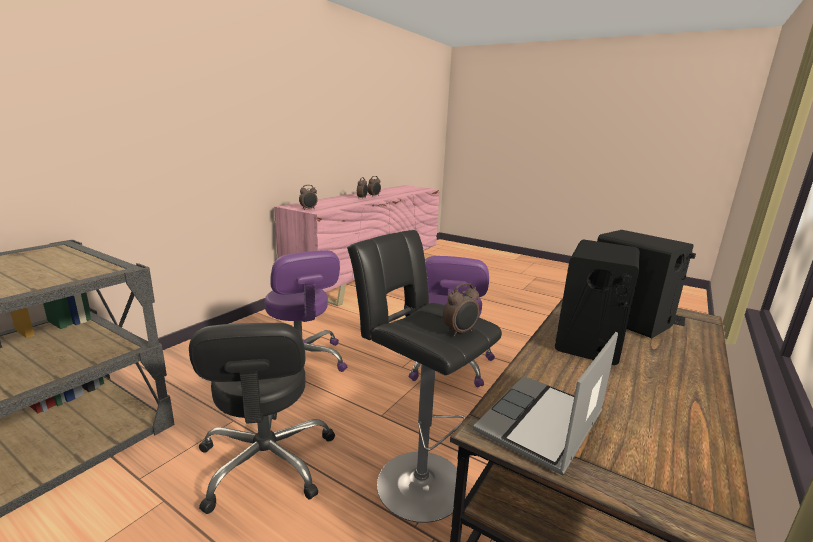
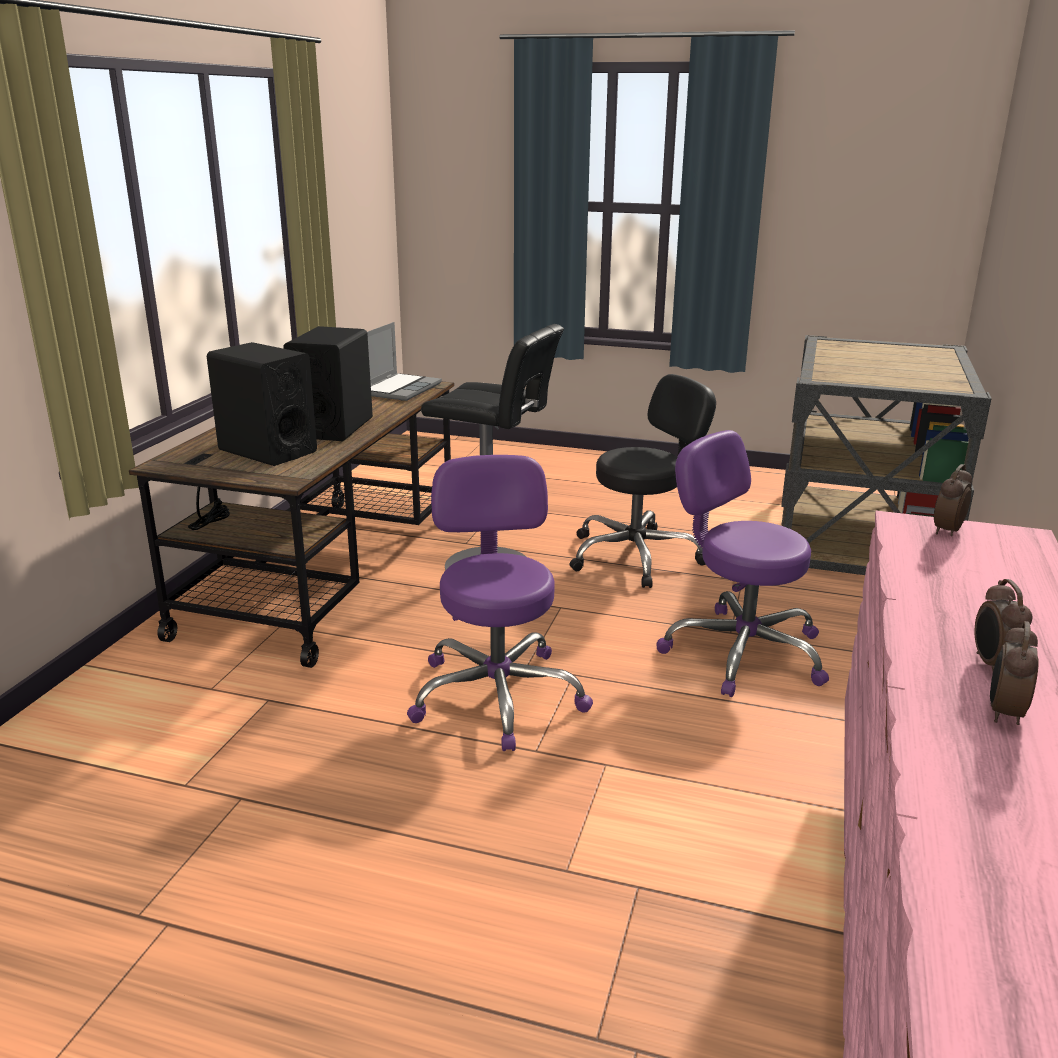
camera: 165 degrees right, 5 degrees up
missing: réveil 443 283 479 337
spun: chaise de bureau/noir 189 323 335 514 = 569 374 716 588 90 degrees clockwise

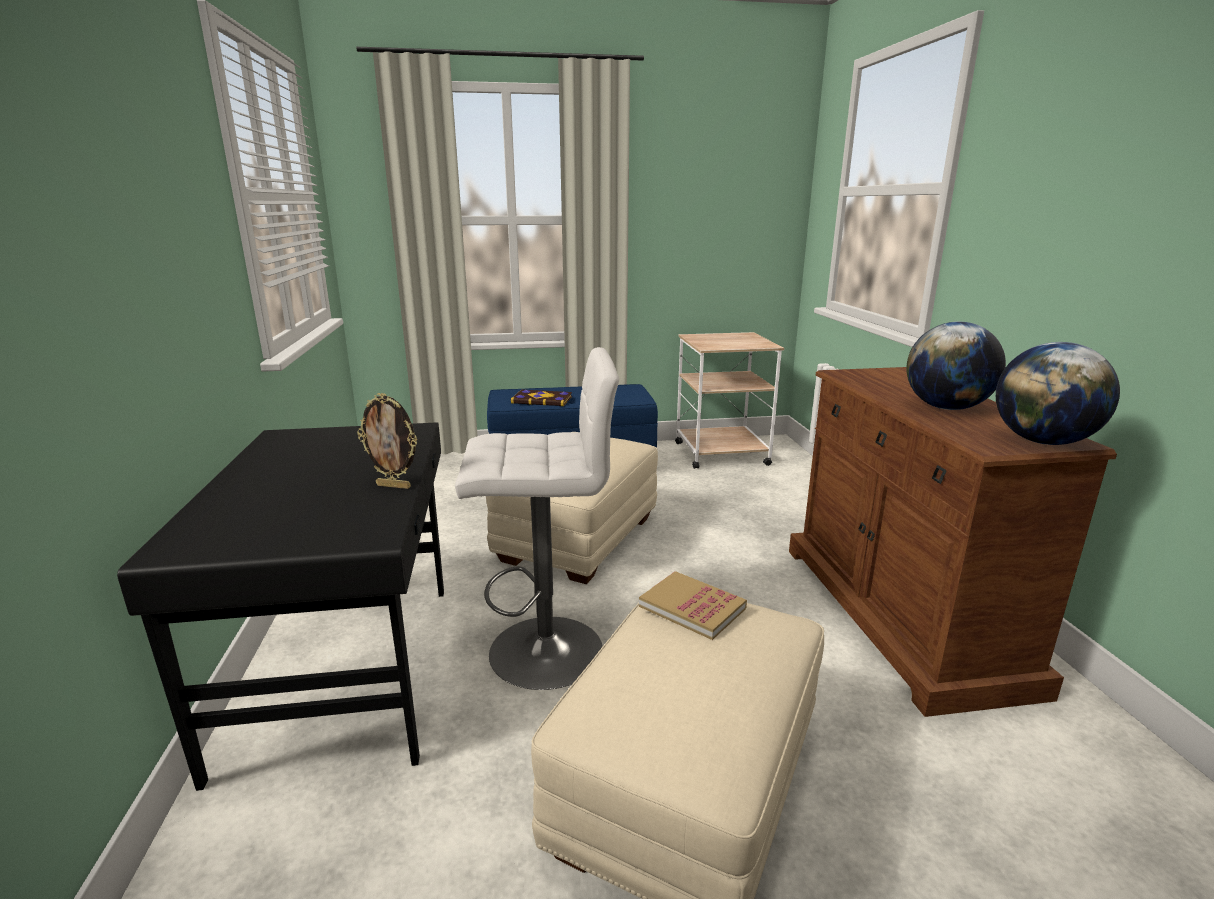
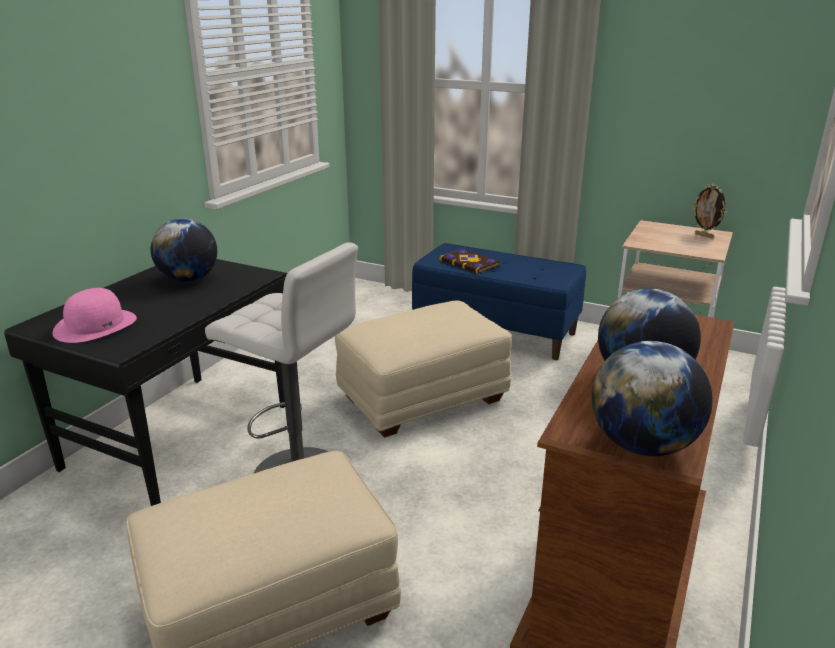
camera: 35 degrees right, 5 degrees up
missing: livre 639 571 747 640
appeared: chapeau/rose 53 288 137 343; globe 151 218 217 282
relocated: cadre photo 357 393 418 489 to 692 184 726 239

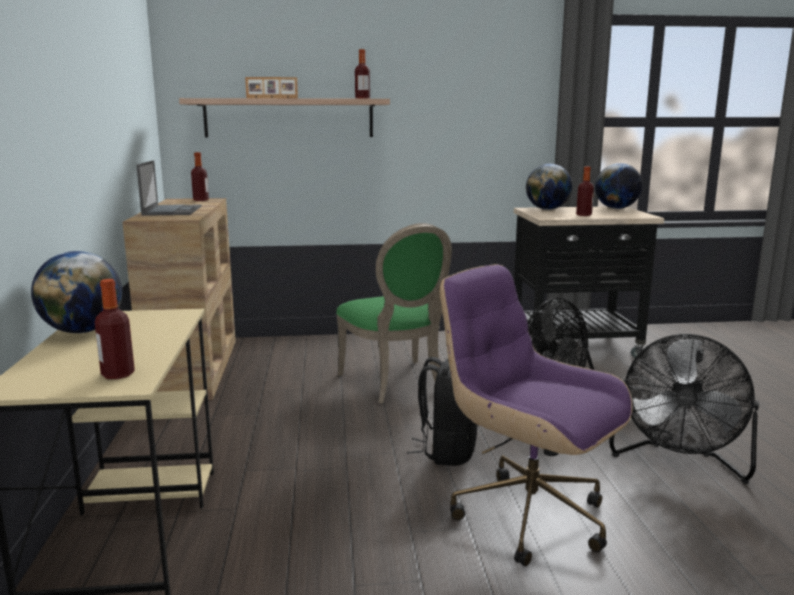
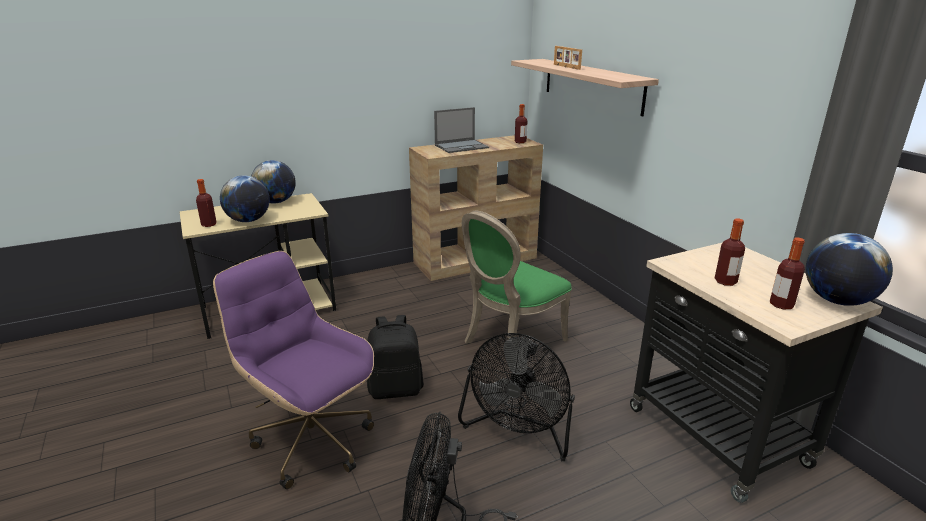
camera: 70 degrees right, 10 degrees up
relocated: bouteille 355 49 370 99 to 770 238 805 309; globe 526 164 572 210 to 220 175 270 222
spun: chaise de bureau/violet 440 264 632 566 = 213 251 374 489 75 degrees counterclockwise

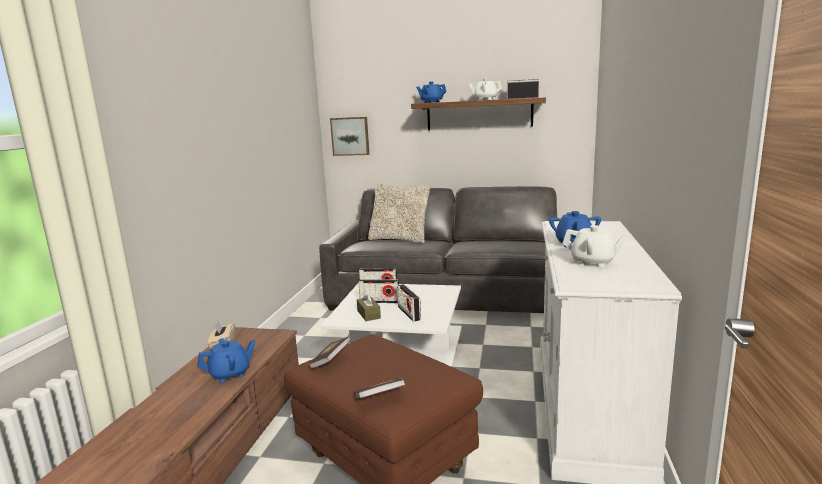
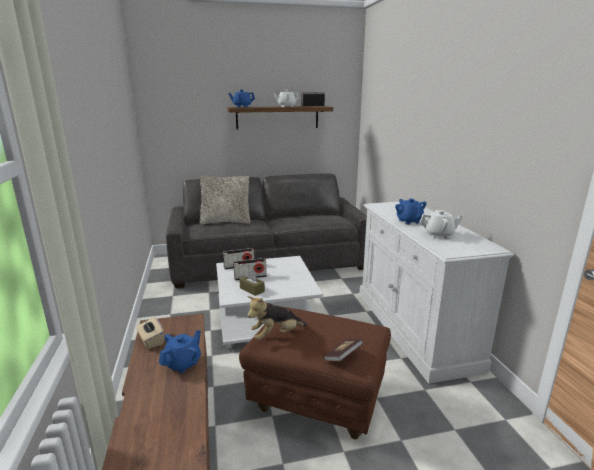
camera: 25 degrees left, 5 degrees up
missing: tableau 330 117 369 156; radio 397 284 421 321
exchanged: livre 309 337 350 369 to peluche 247 296 307 340

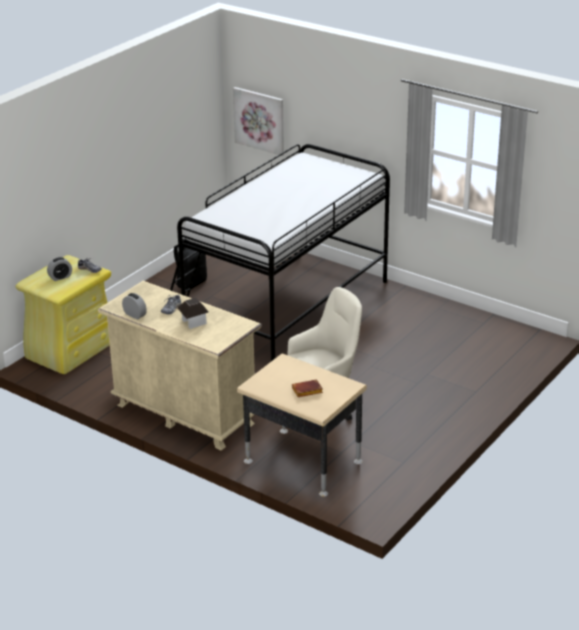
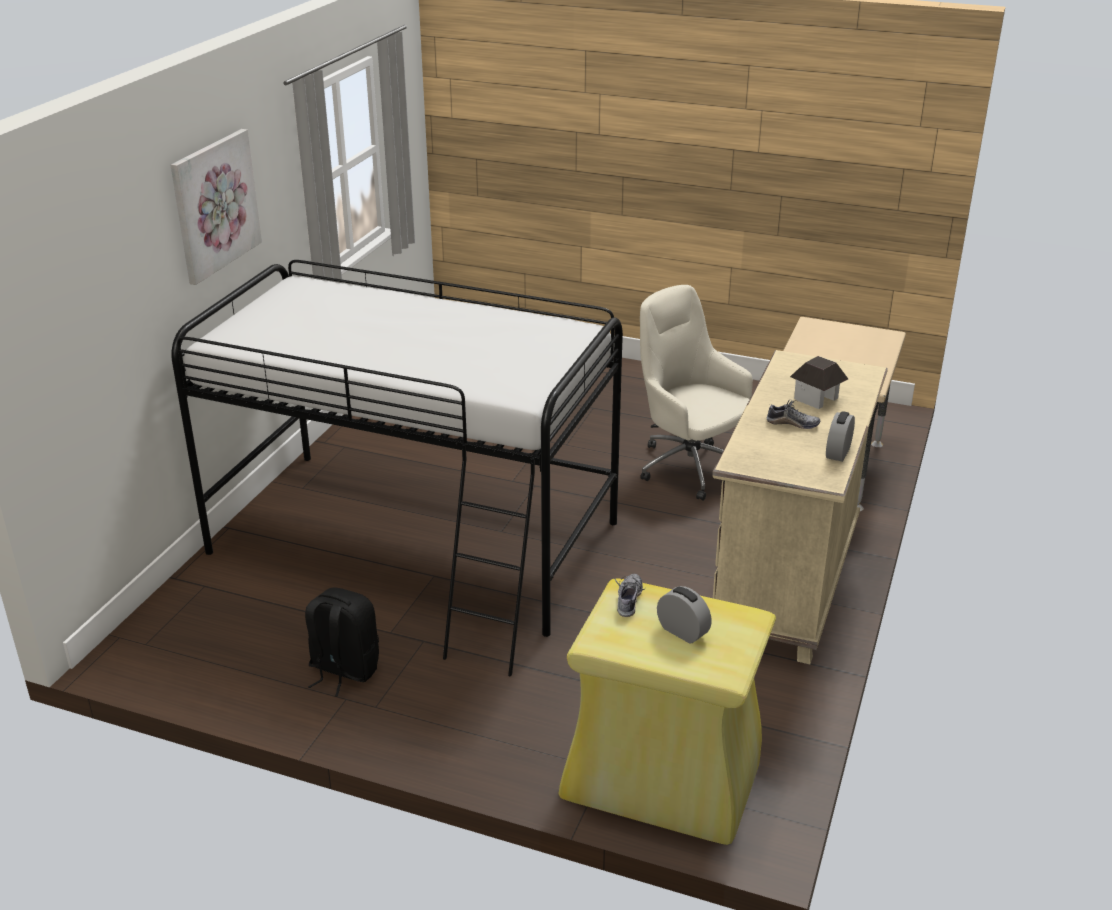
camera: 105 degrees left, 0 degrees up
missing: livre/marron 292 379 323 397
relocated: tableau 233 87 284 156 to 171 129 262 285

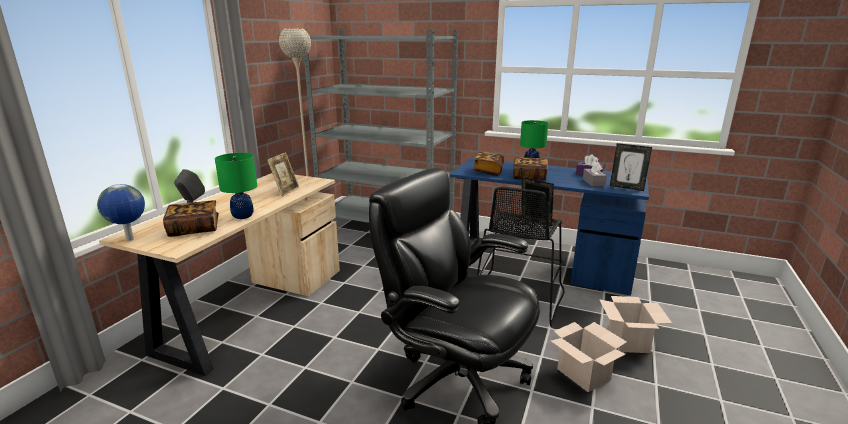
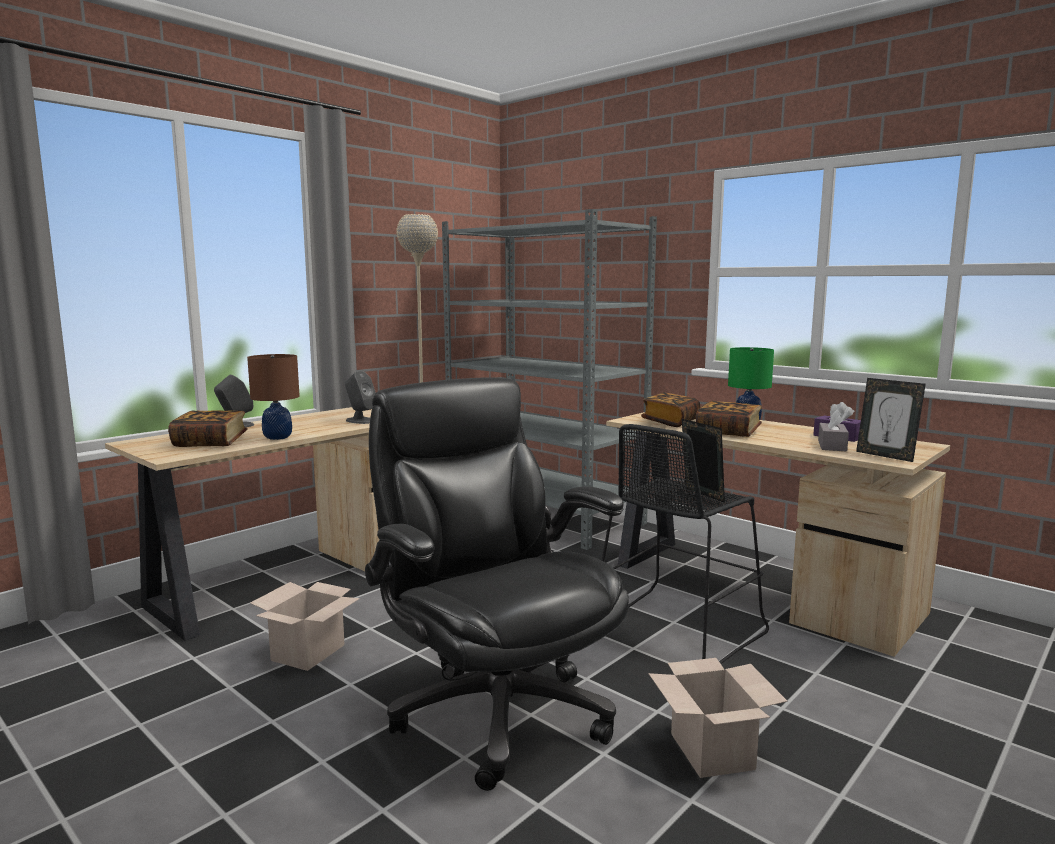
camera: 20 degrees right, 10 degrees down
missing: globe 97 184 145 241
relocated: carton 599 296 672 353 to 250 582 360 671
exchanged: cadre photo 267 152 299 197 to enceinte/gris 345 371 376 424
colour: lampe de table/vert 215 153 257 219 to lampe de table/marron 247 354 300 440; bureau/bleu 450 158 649 295 to bureau/beige 606 412 950 657

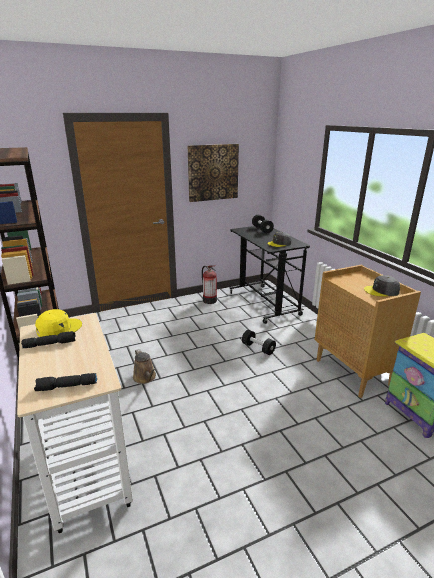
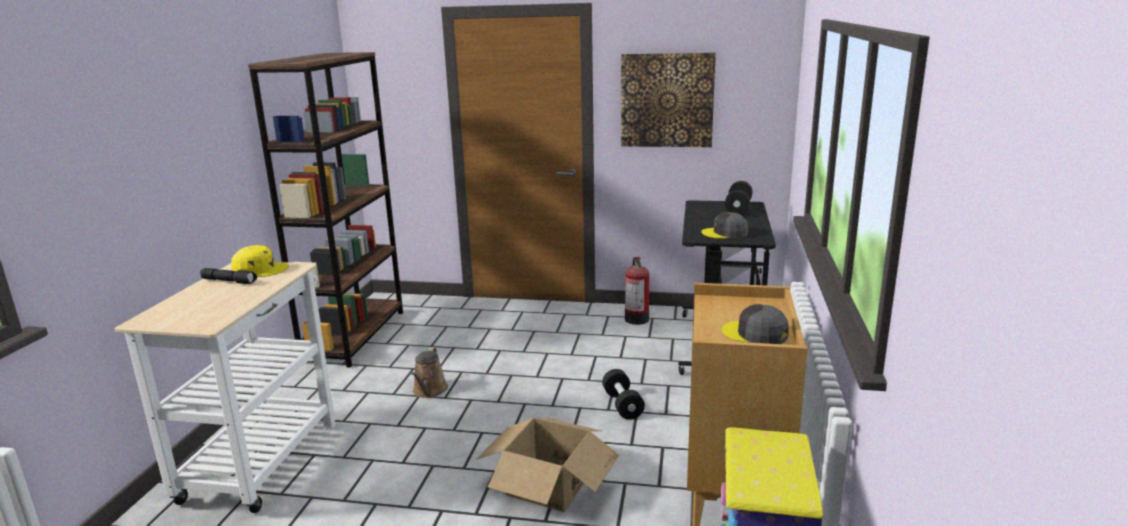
camera: 35 degrees right, 5 degrees down
missing: lampe de poche/noir 34 373 97 391
appeared: carton 476 418 620 512

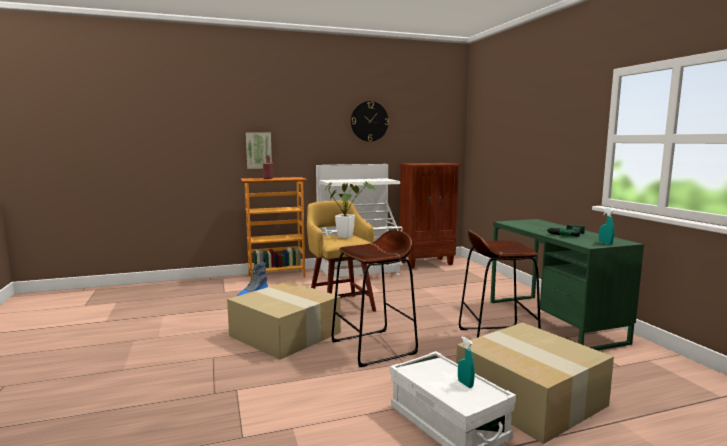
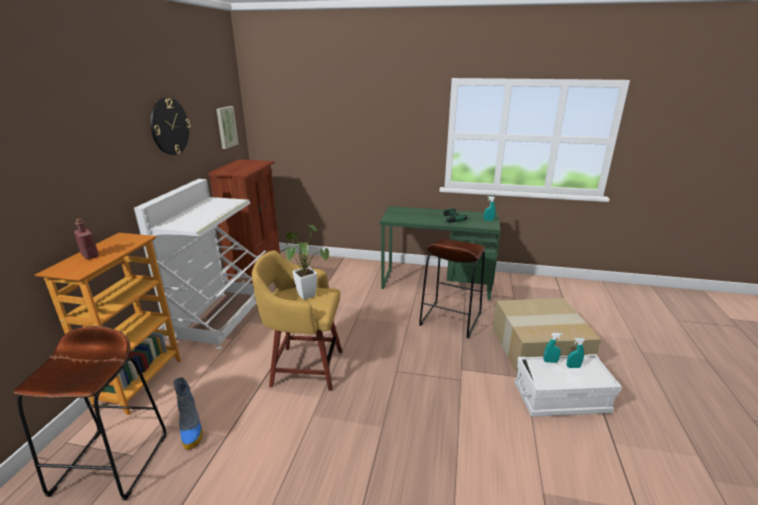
camera: 60 degrees left, 15 degrees up
missing: carton 227 281 341 360
appeared: vaporisateur/turquoise 544 333 563 363
relocated: tableau 246 132 272 169 to 216 106 239 149; tabouret/marron 331 230 418 367 to 14 326 167 500

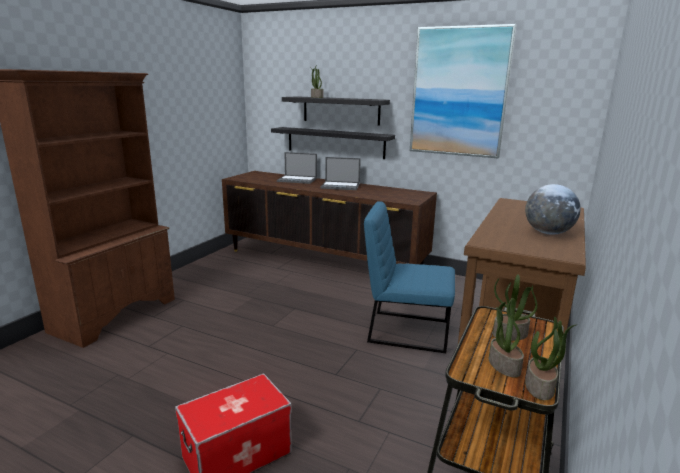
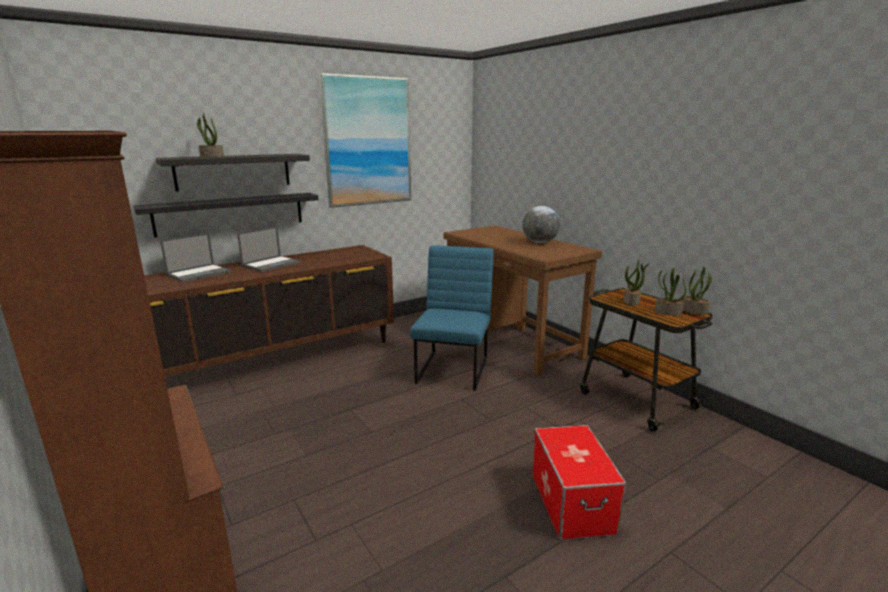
camera: 60 degrees left, 0 degrees up
spun: chaise/bleu 364 201 455 353 = 410 245 494 391 150 degrees clockwise

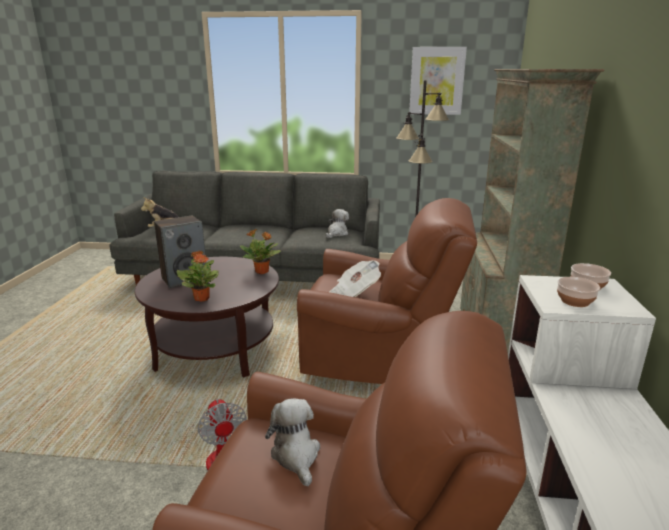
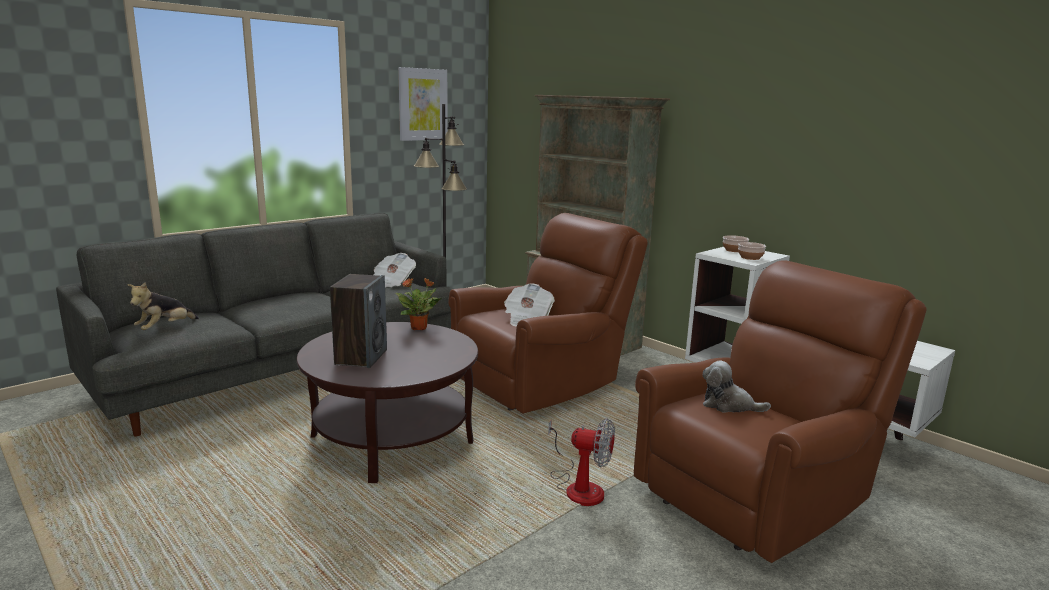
camera: 50 degrees left, 5 degrees down
missing: plante en pot 176 250 219 302
exchanged: peluche 326 209 349 238 to journal 373 253 416 287

